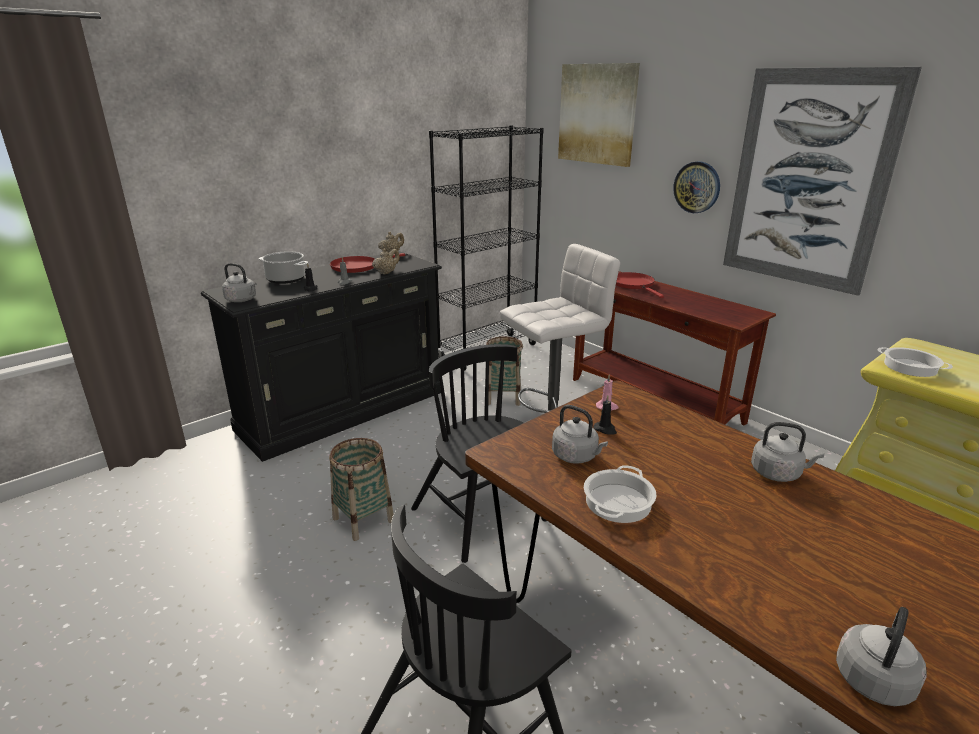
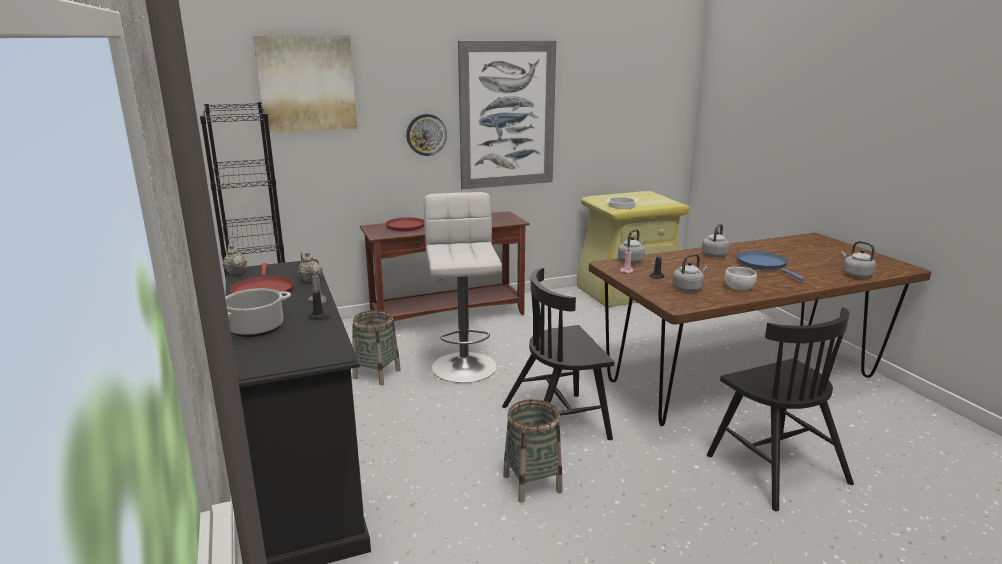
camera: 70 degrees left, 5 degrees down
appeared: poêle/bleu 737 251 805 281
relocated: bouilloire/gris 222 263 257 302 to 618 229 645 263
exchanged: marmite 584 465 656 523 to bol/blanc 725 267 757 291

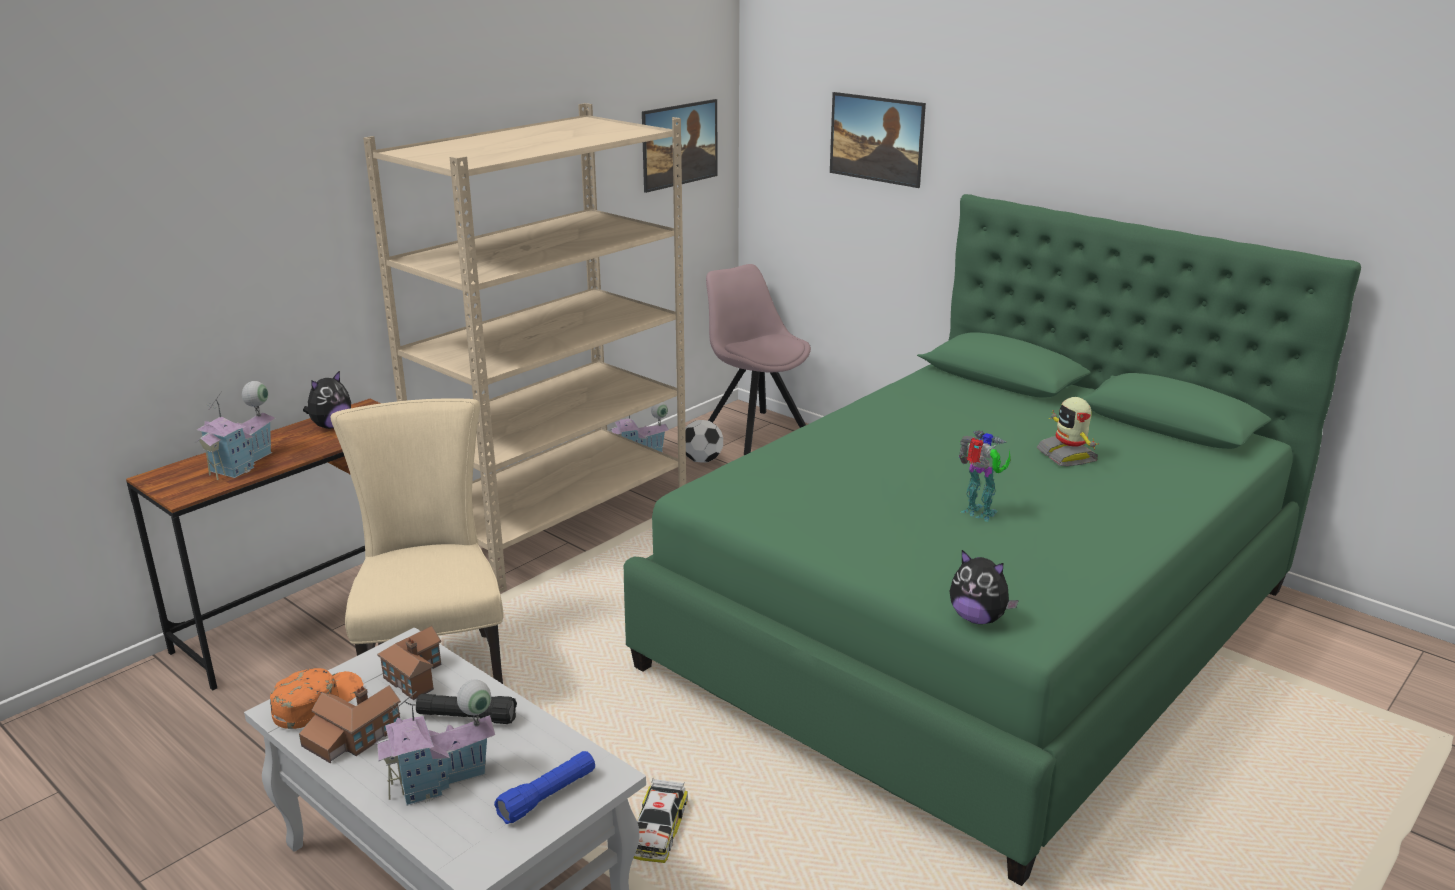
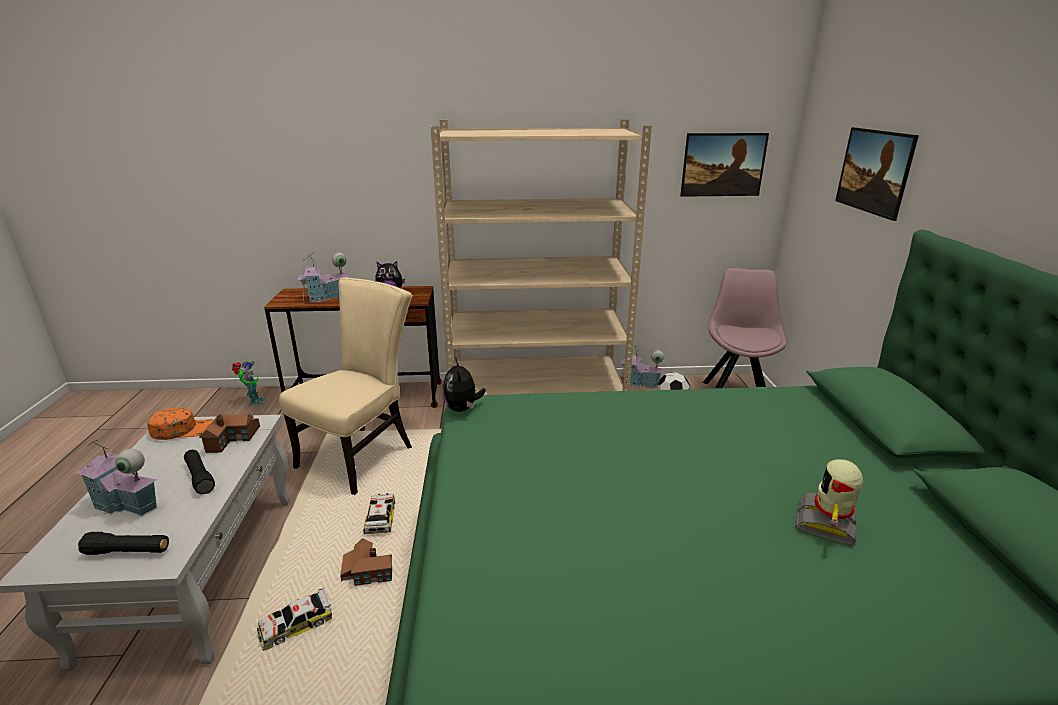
camera: 45 degrees right, 0 degrees up
appeared: petite voiture 363 493 395 534
relocated: maison miniature 299 685 401 763 to 340 538 392 586; peluche 950 550 1019 624 to 442 359 486 412; robot jouet 959 431 1011 522 to 232 361 266 406
colour: lampe de poche/bleu 494 751 595 824 to lampe de poche/noir 78 532 169 555

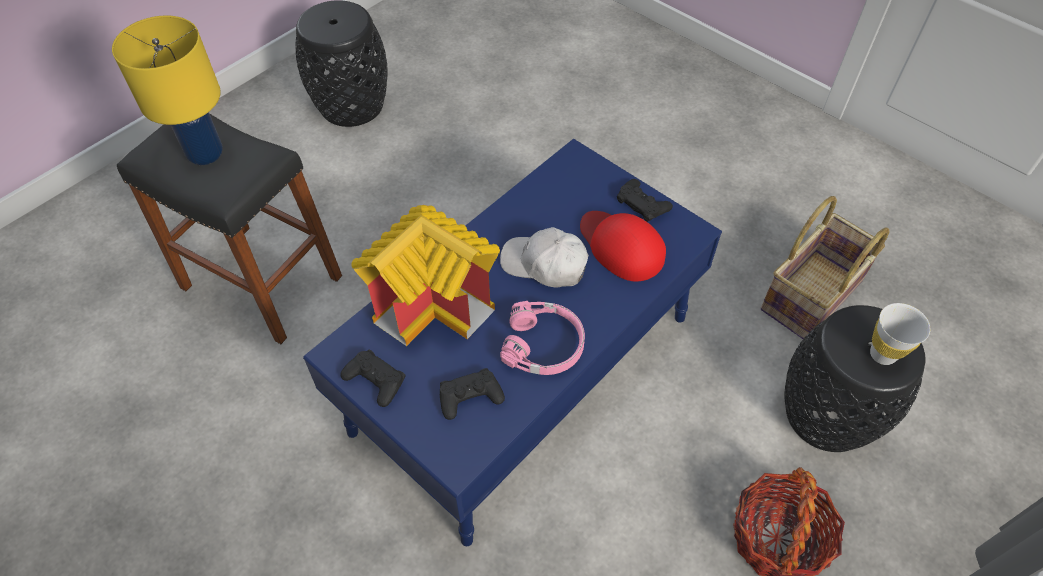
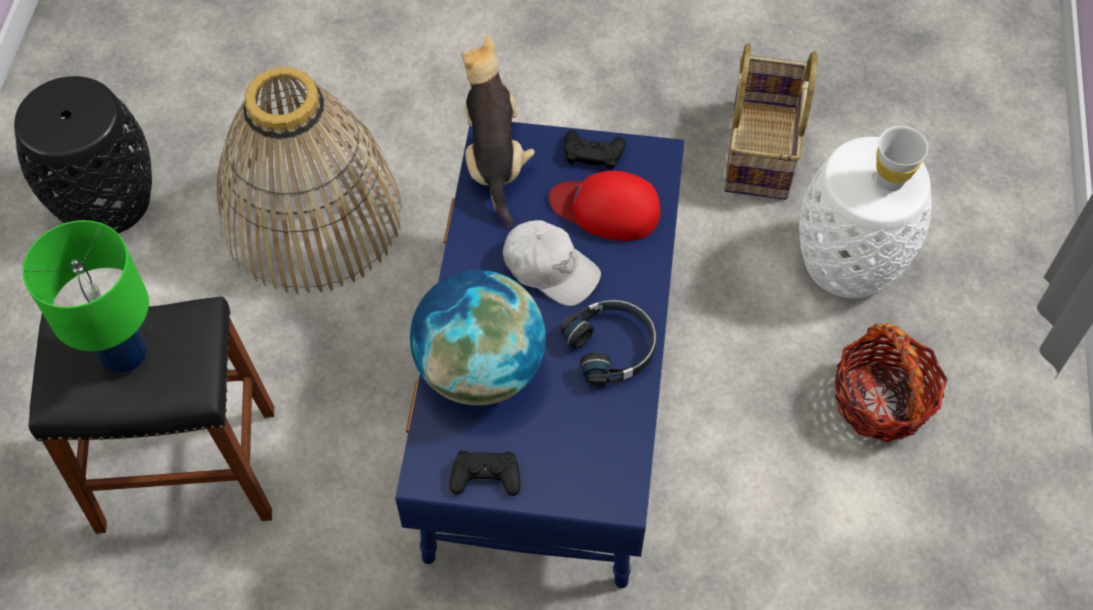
camera: 35 degrees left, 5 degrees up
missing: manette/noir 440 368 505 420
appeared: panier 217 67 402 294; peluche 461 35 535 228
exchanged: maison miniature 351 205 500 346 to globe 410 270 546 406
colour: lampe de table/jaune 112 15 223 165 to lampe de table/vert 22 220 149 373; casque audio/rose 500 301 585 375 to casque audio/noir 561 299 657 386; tabouret/noir 785 305 926 452 to tabouret/blanc 799 137 931 299
spun: casquette/blanc 500 227 589 287 = 503 220 601 306 135 degrees counterclockwise

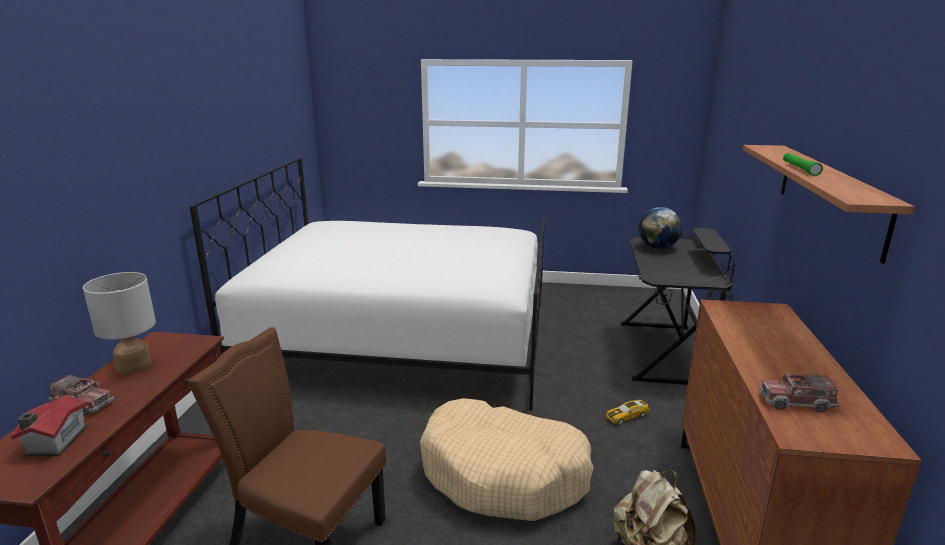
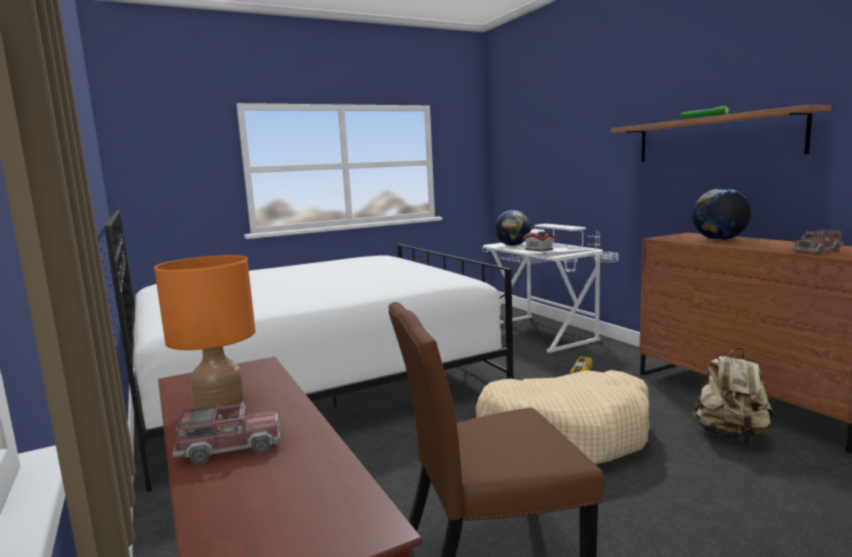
camera: 35 degrees left, 10 degrees down
appeared: globe 692 188 751 240
relocated: maison miniature 11 395 88 456 to 523 231 555 252
colour: lampe de table/gris 83 272 156 375 to lampe de table/orange 154 255 256 411; bureau/noir 621 228 735 385 to bureau/blanc 482 224 618 353

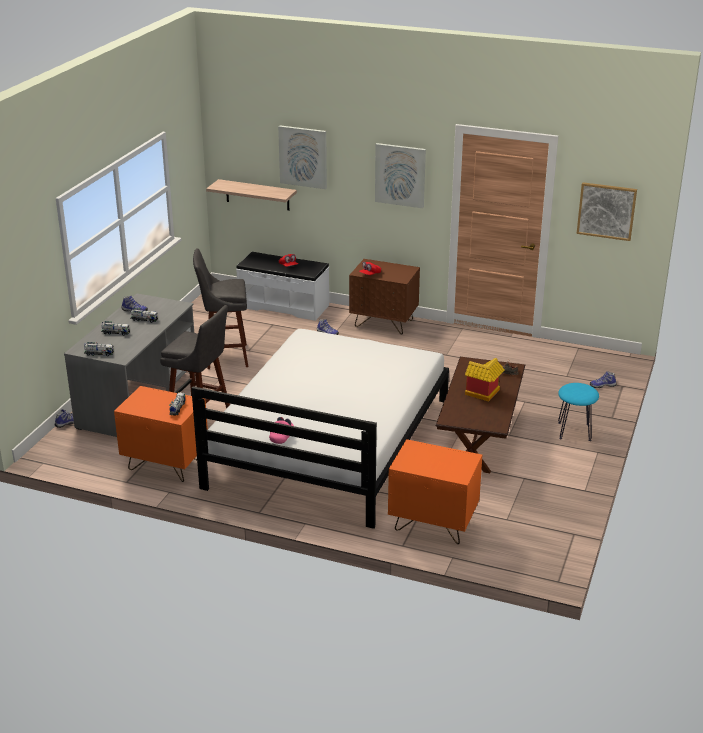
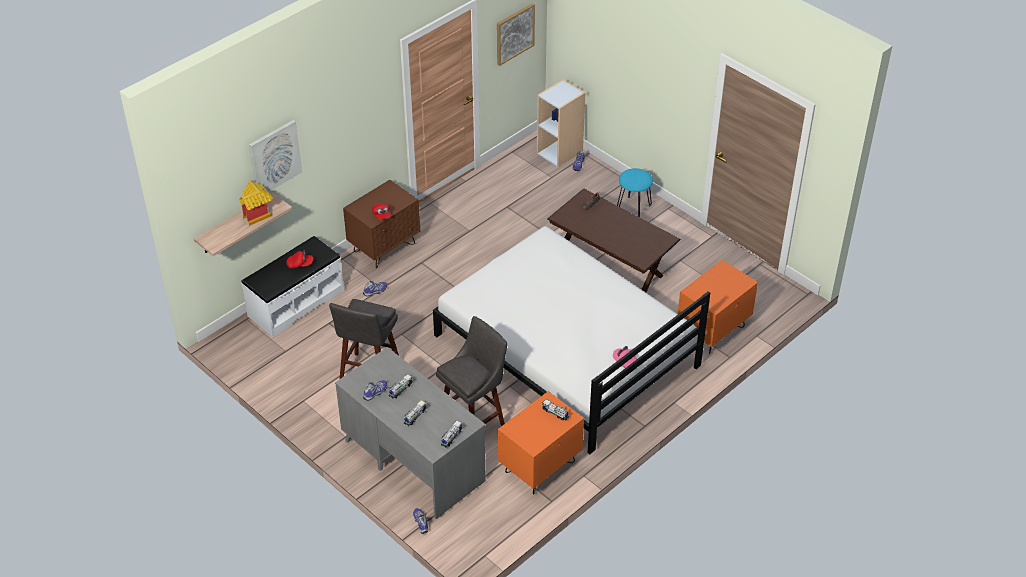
camera: 65 degrees left, 15 degrees up
missing: tableau 375 143 426 208
appeared: bibliothèque 537 79 585 167
relocated: maison miniature 465 358 505 401 to 239 181 273 226

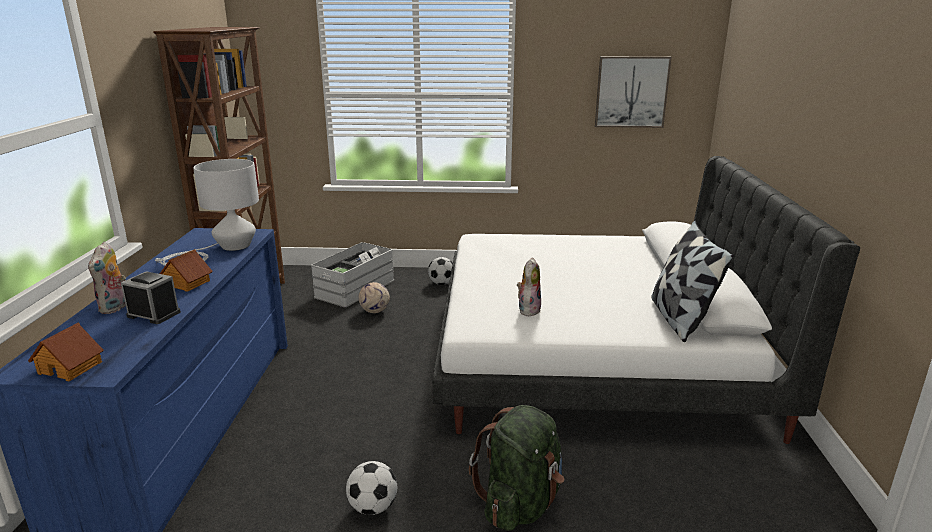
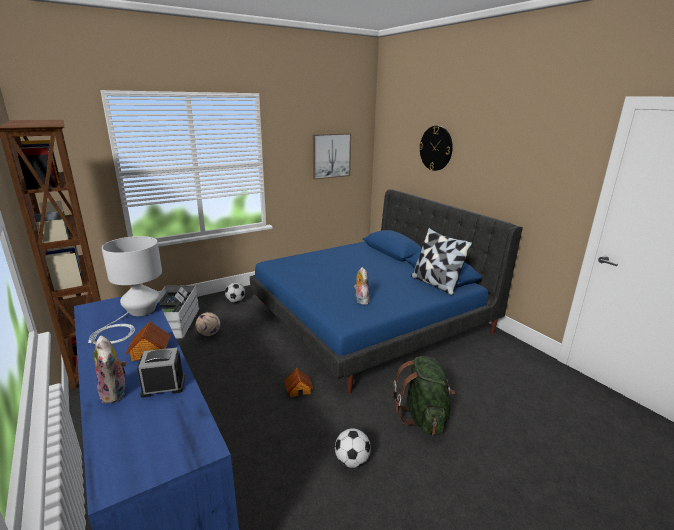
camera: 35 degrees left, 0 degrees up
appeared: horloge murale 419 126 453 171
relocated: maison miniature 28 323 104 381 to 284 368 313 398
colour: lit/blanc 432 156 860 444 to lit/bleu 250 189 523 393

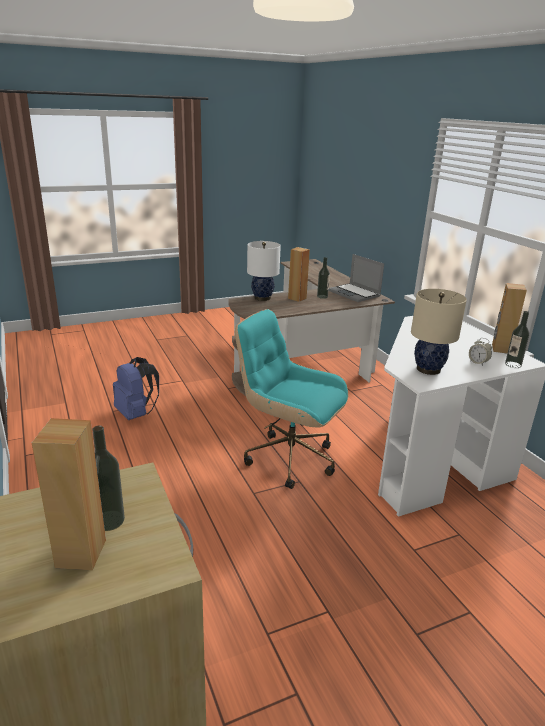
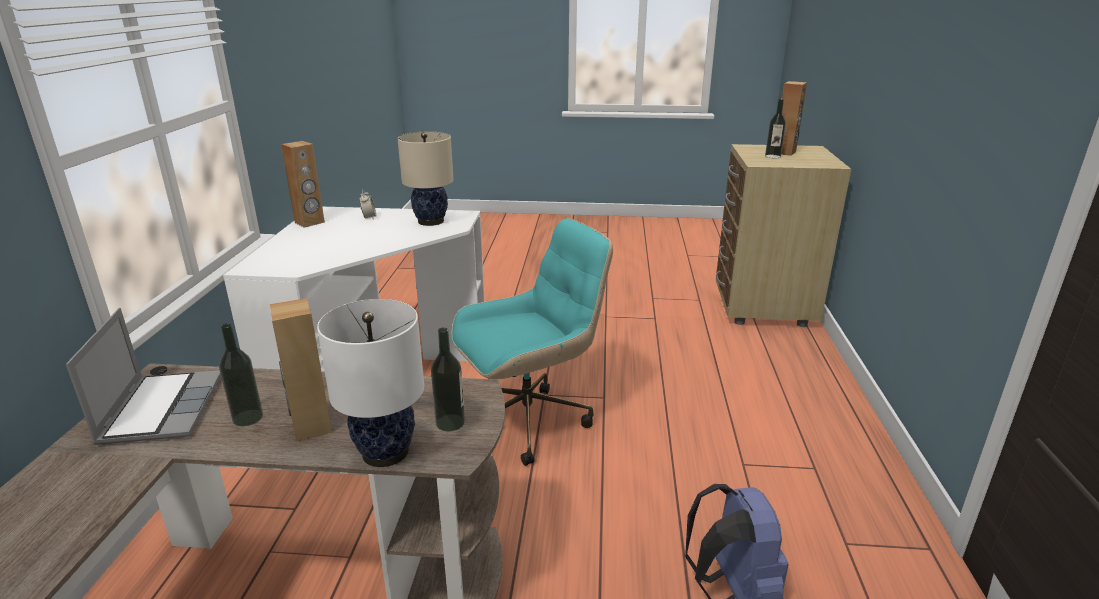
camera: 150 degrees left, 0 degrees up
relocated: bouteille 505 311 529 368 to 431 327 465 431
spun: chaise de bureau/turquoise 235 309 348 489 = 452 218 613 466 90 degrees counterclockwise

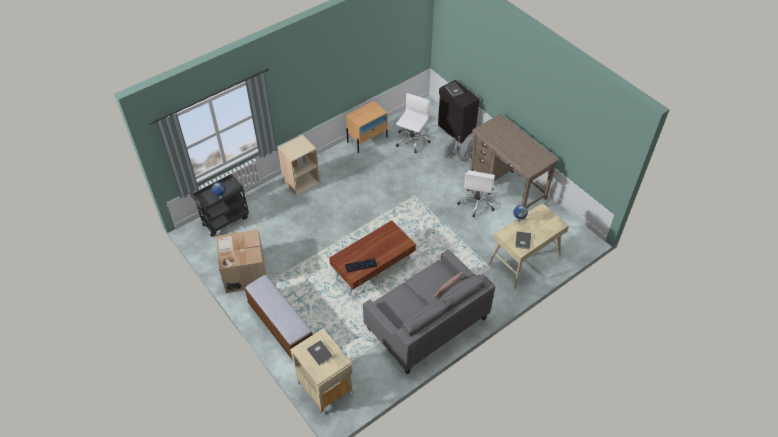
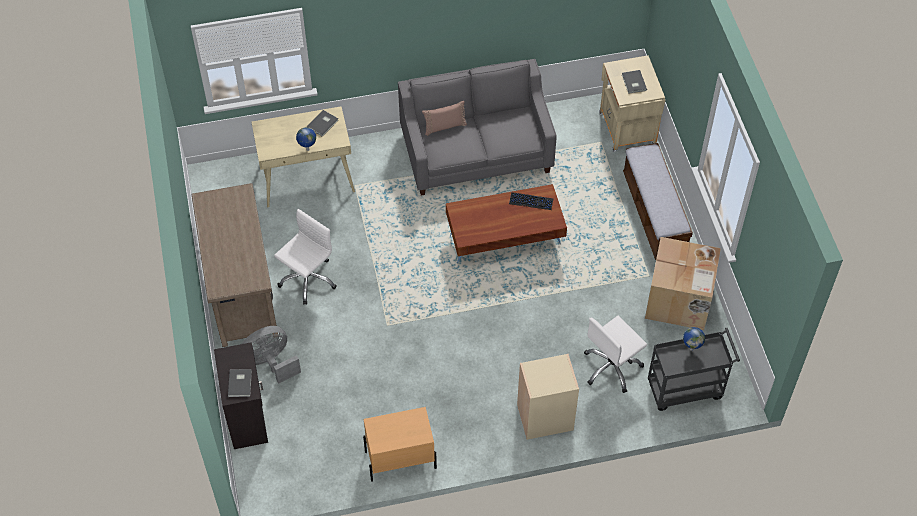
camera: 155 degrees left, 5 degrees up
relocated: chaise de bureau/blanc 396 93 430 153 to 584 316 647 393

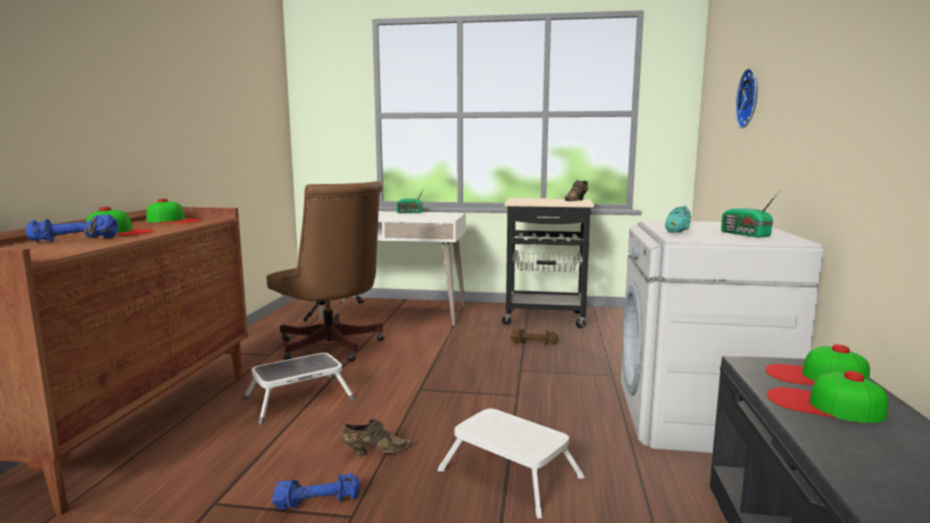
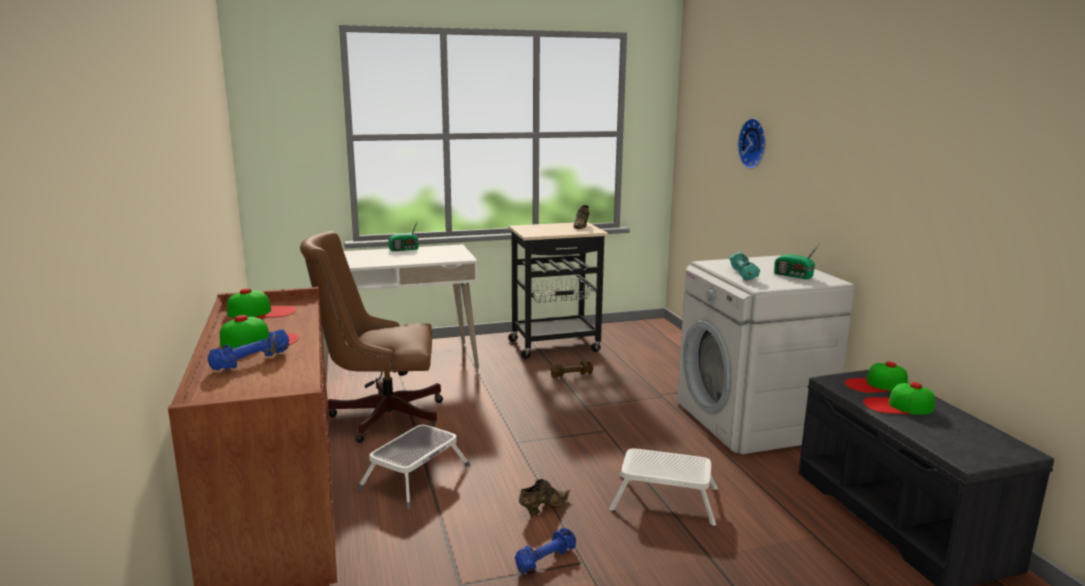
camera: 25 degrees left, 5 degrees up
spun: chaise de bureau/marron 266 181 385 361 = 300 231 443 443 150 degrees clockwise

